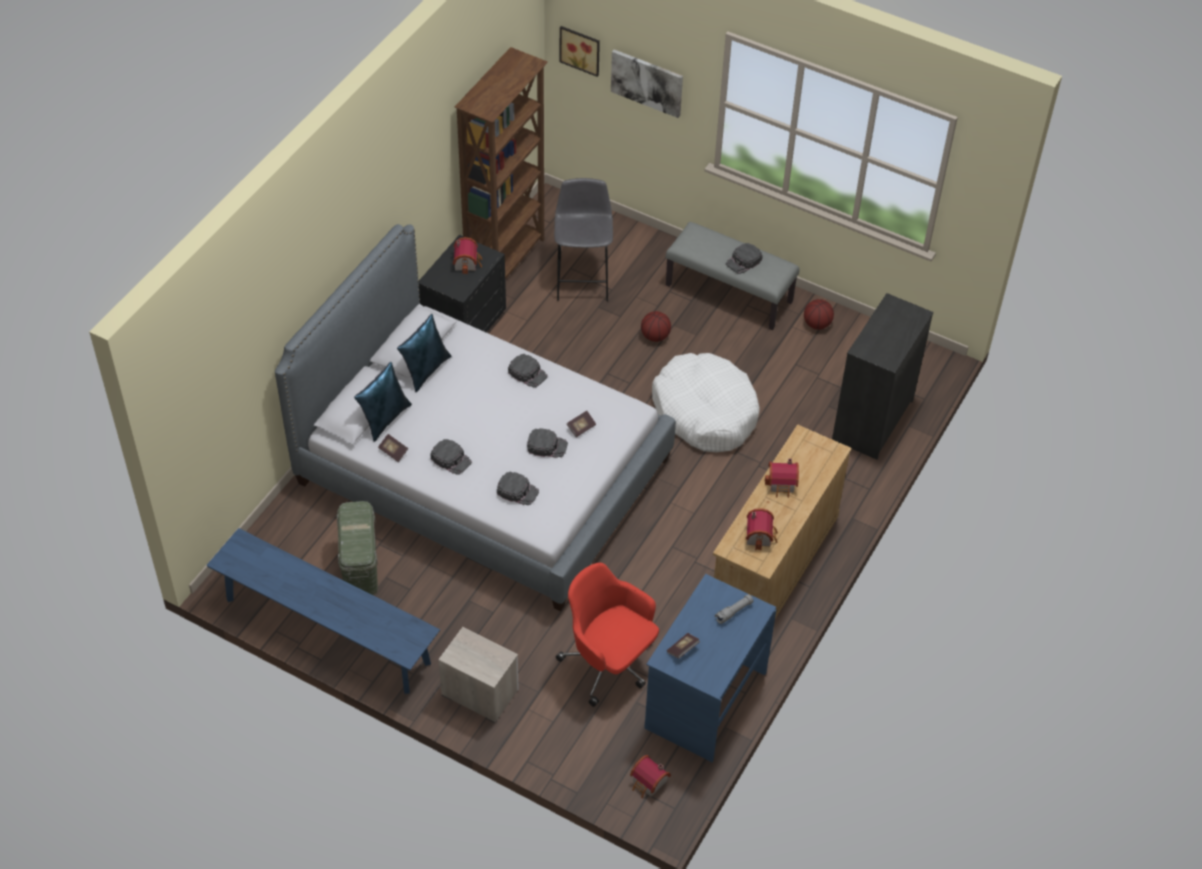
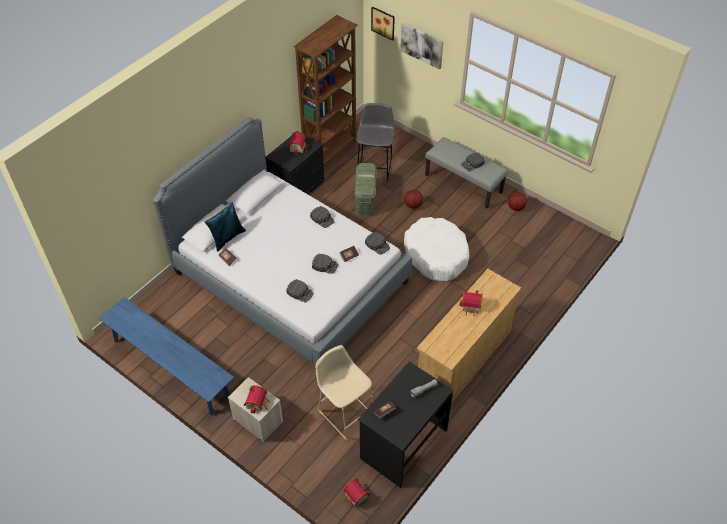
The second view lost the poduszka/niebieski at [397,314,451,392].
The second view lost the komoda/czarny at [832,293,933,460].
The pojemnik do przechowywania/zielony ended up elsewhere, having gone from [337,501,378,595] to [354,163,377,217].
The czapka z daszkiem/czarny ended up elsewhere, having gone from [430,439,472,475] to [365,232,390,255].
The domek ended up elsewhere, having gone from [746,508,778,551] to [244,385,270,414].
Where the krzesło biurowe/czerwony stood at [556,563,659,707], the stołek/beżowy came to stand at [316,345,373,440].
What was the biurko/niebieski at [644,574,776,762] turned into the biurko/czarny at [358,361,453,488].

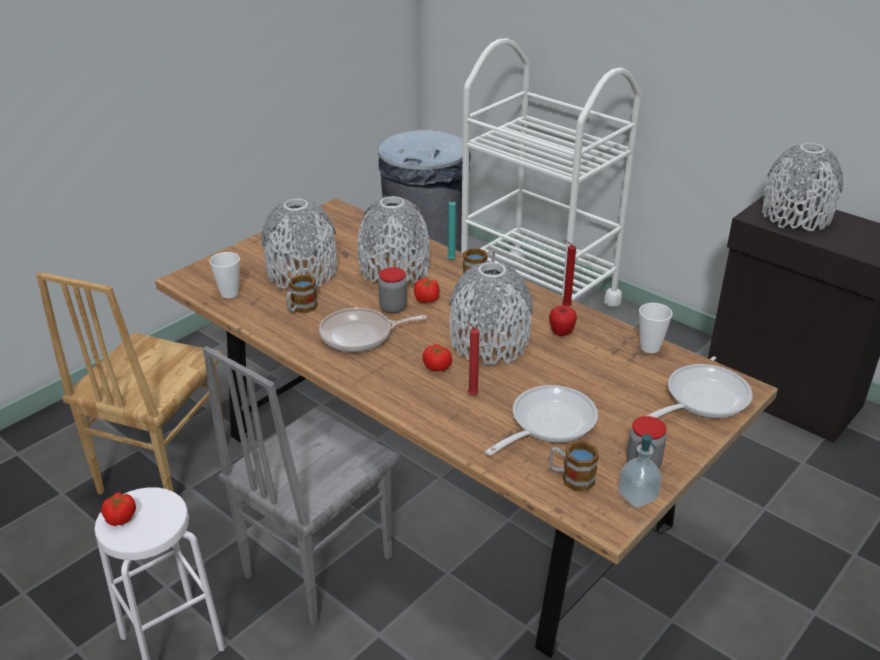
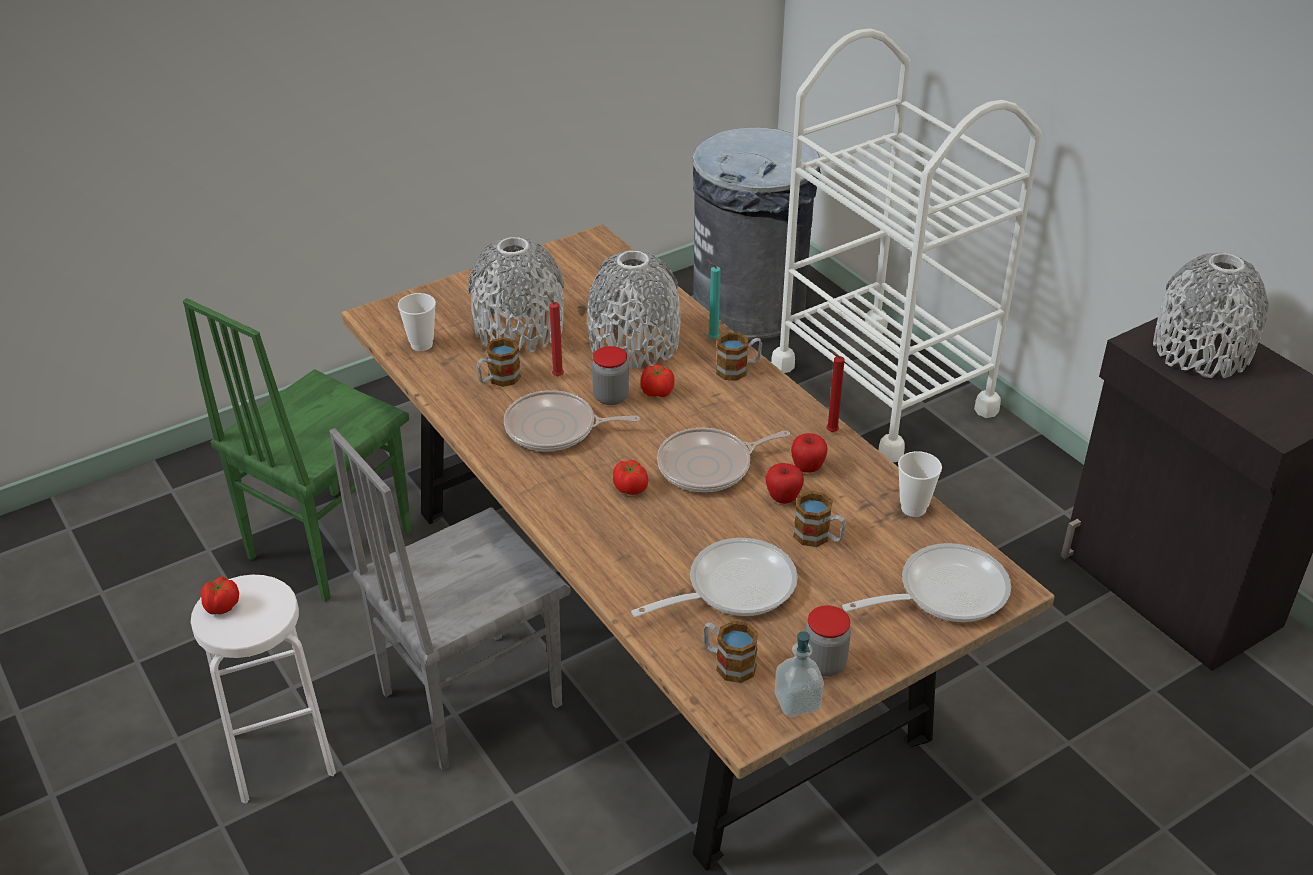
The second view gained the jabłko at [766,463,804,504].
The second view gained the kubek at [793,491,846,547].
The świeca/czerwony ended up elsewhere, having gone from [466,321,479,395] to [546,293,564,376].
Where the wazon/szary stood at [449,262,533,365], the patelnia came to stand at [657,428,790,492].
What was the krzesło/brązowy at [36,272,226,495] turned into the krzesło/zielony at [183,298,412,602].

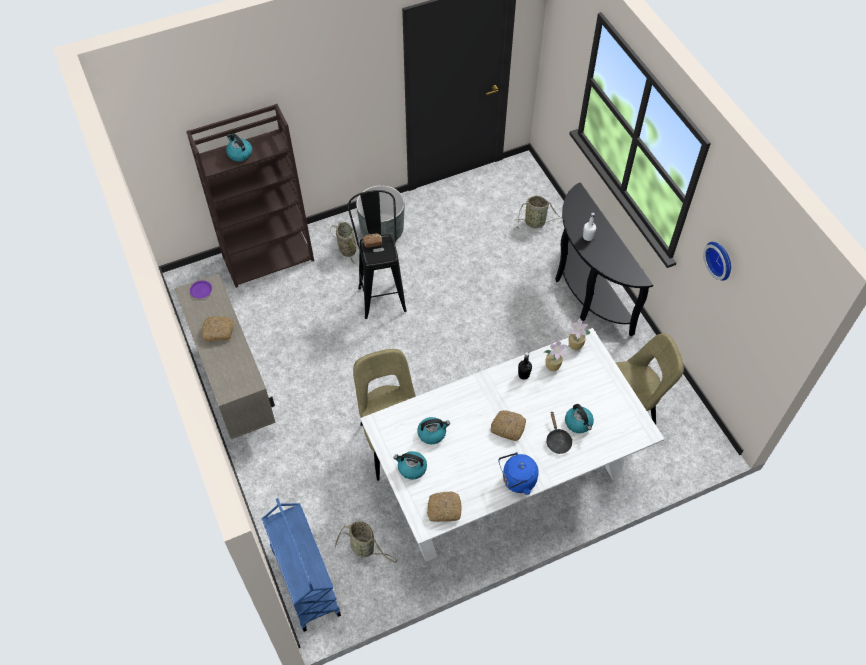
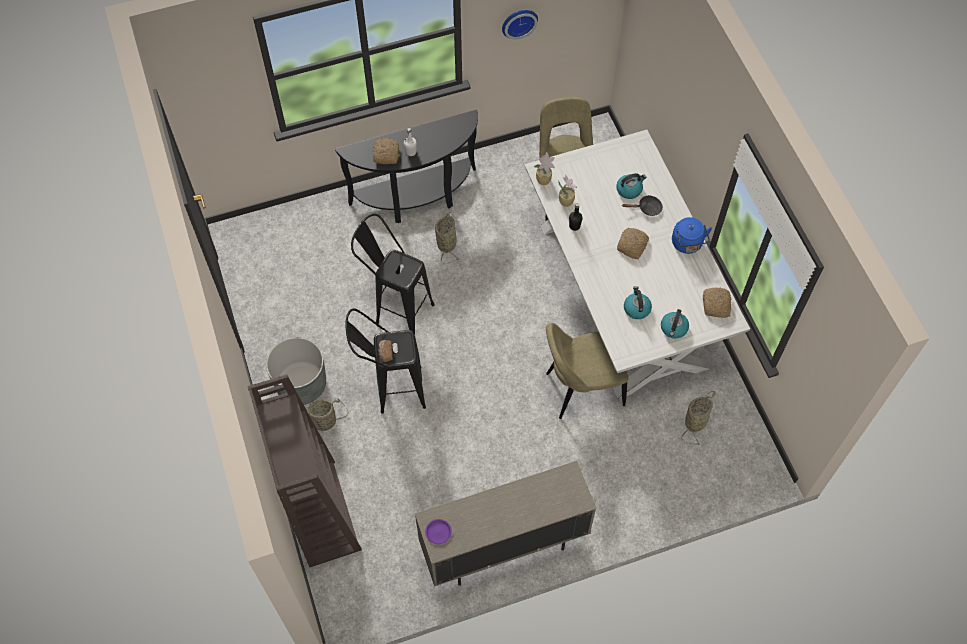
The second view lost the czajnik at [226,134,252,161].
The second view lost the wózek/niebieski at [262,498,341,632].
The second view gained the stołek/czarny at [351,214,435,335].
The chleb ended up elsewhere, having gone from [202,316,234,341] to [373,138,399,164].
The koszyk ended up elsewhere, having gone from [515,196,562,229] to [435,212,460,264].

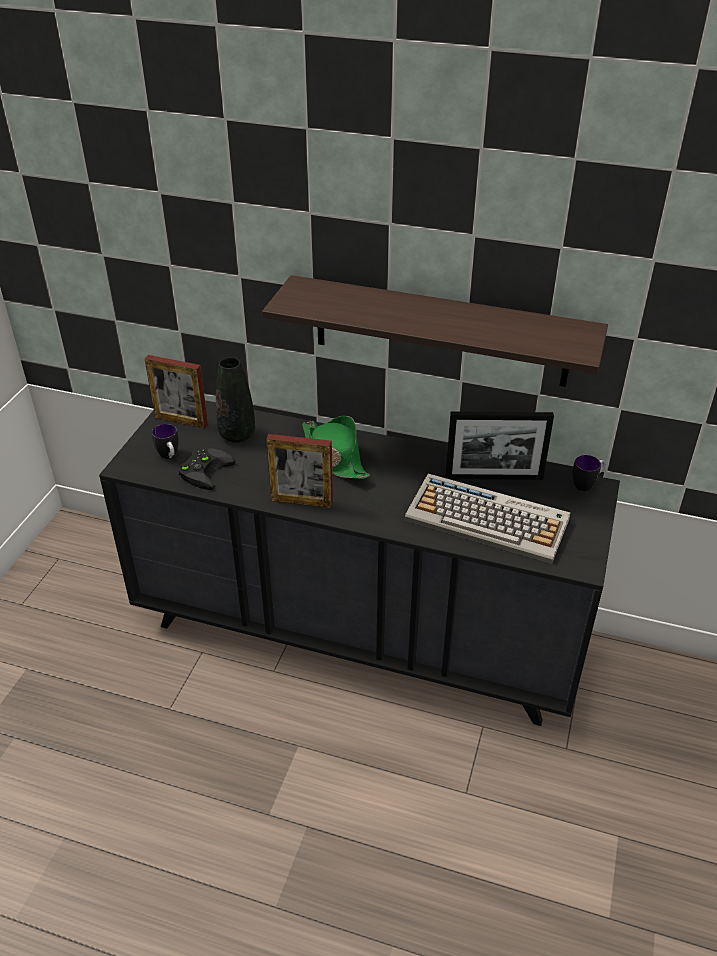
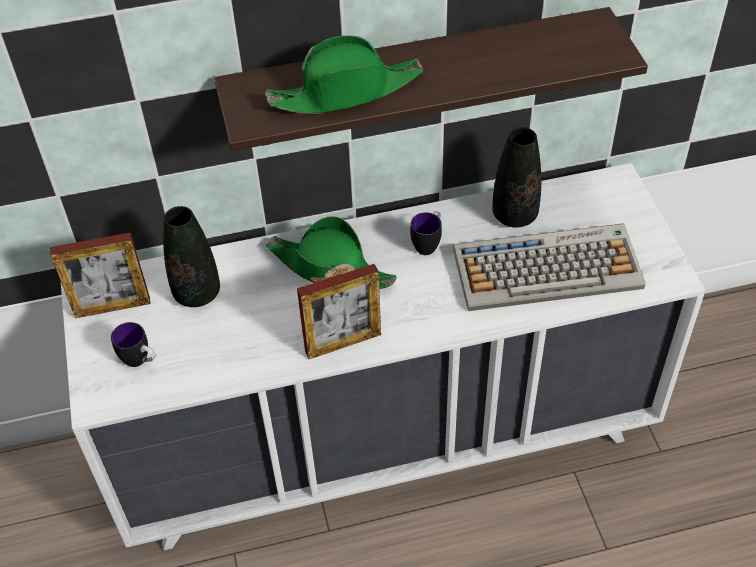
The second view lost the pad do gier/czarny at [178,448,235,490].
The second view gained the kapelusz/zielony at [265,35,424,114].
The kubek ended up elsewhere, having gone from [573,455,606,492] to [410,211,442,255].
Where the ramka na zdjęcie stood at [446,412,554,480], the wazon/czarny came to stand at [492,127,541,228].
What was the komoda/czarny at [99,400,620,726] turned into the komoda/biały at [61,163,706,551].

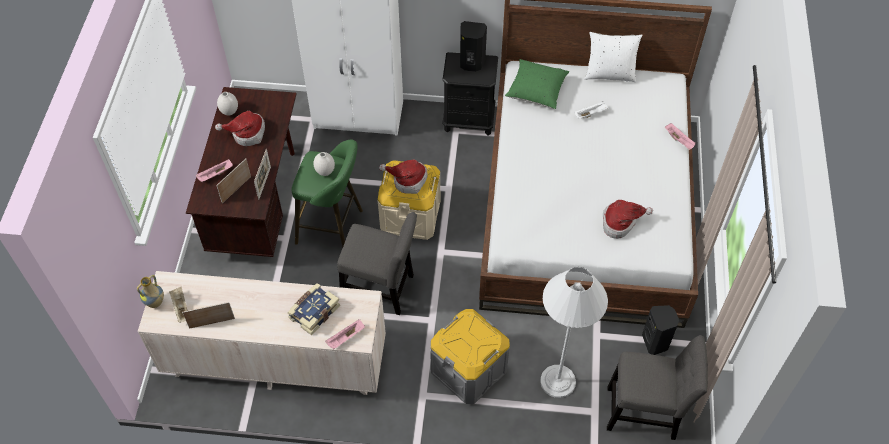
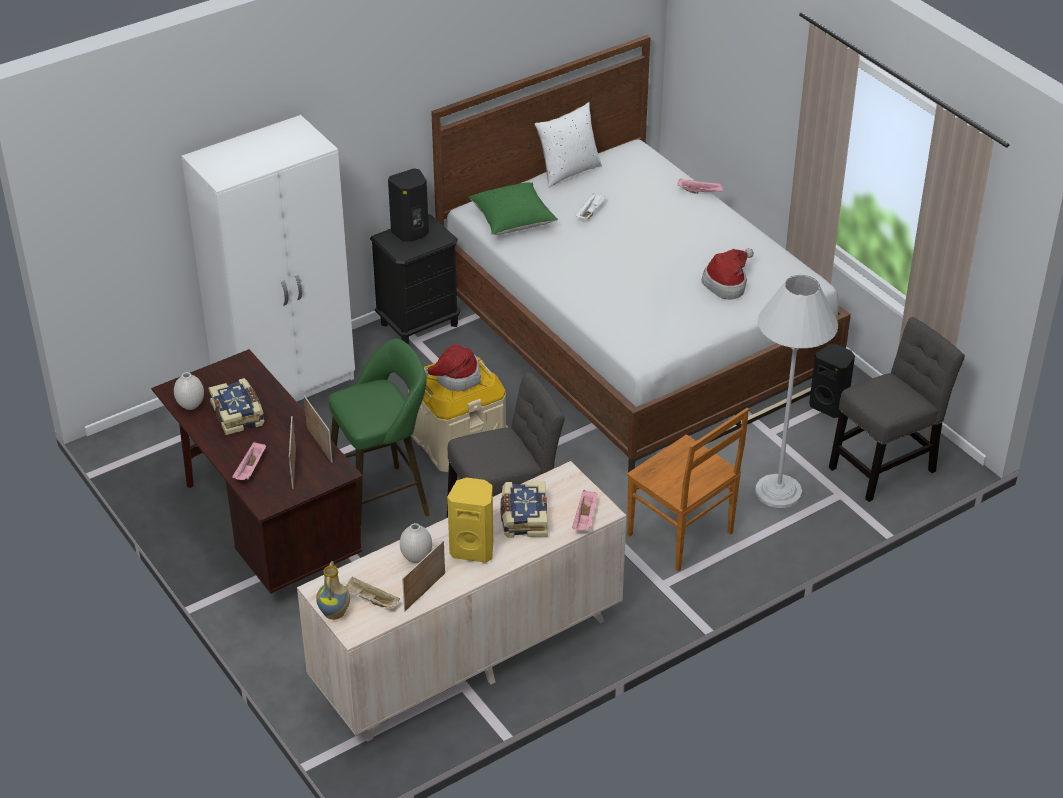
The second view gained the głośnik/żółty at [447,478,493,563].
The wazon/biały ended up elsewhere, having gone from [314,152,335,176] to [400,523,432,563].
Where the kapelusz stood at [215,111,265,146], the książka came to stand at [209,378,264,435].
Where the pojemnik do przechowywania/szary stood at [430,309,510,404], the krzesło/brązowy came to stand at [627,408,749,572].

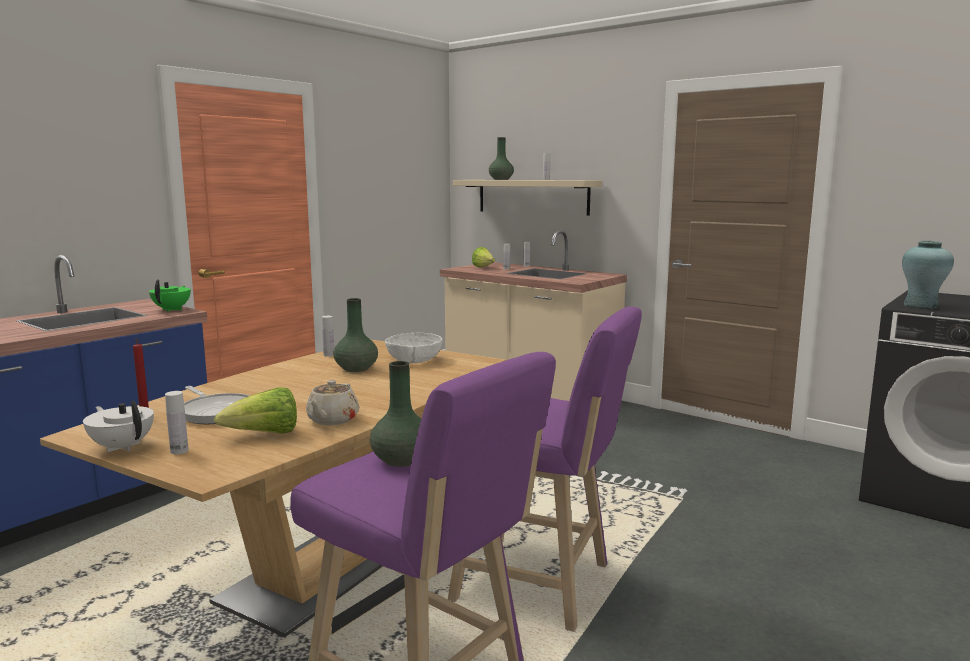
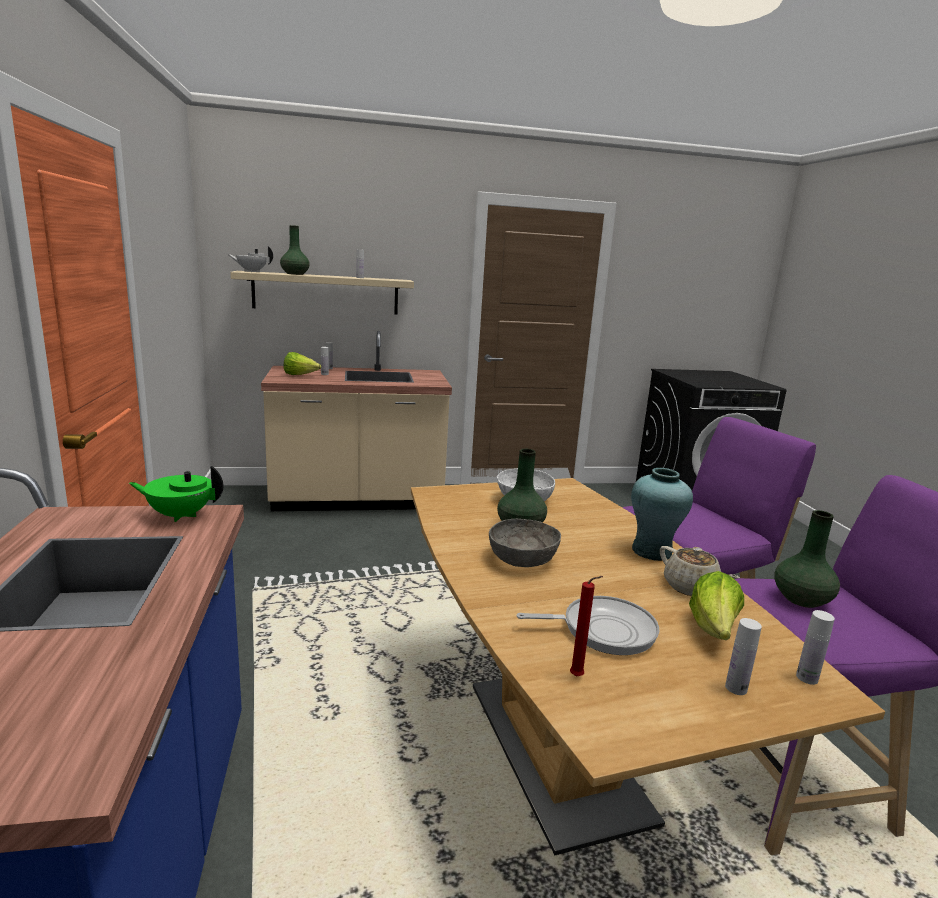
The second view gained the miska/szary at [489,519,561,567].
The imbryk/biały ended up elsewhere, having gone from [83,401,154,452] to [228,246,273,272].
The butelka/biały ended up elsewhere, having gone from [322,316,334,357] to [796,610,835,685].
The wazon/turkusowy ended up elsewhere, having gone from [902,241,954,309] to [631,468,693,561].
The imbryk/zielony at [149,279,191,312] ended up facing another way, 45 degrees counterclockwise from before.

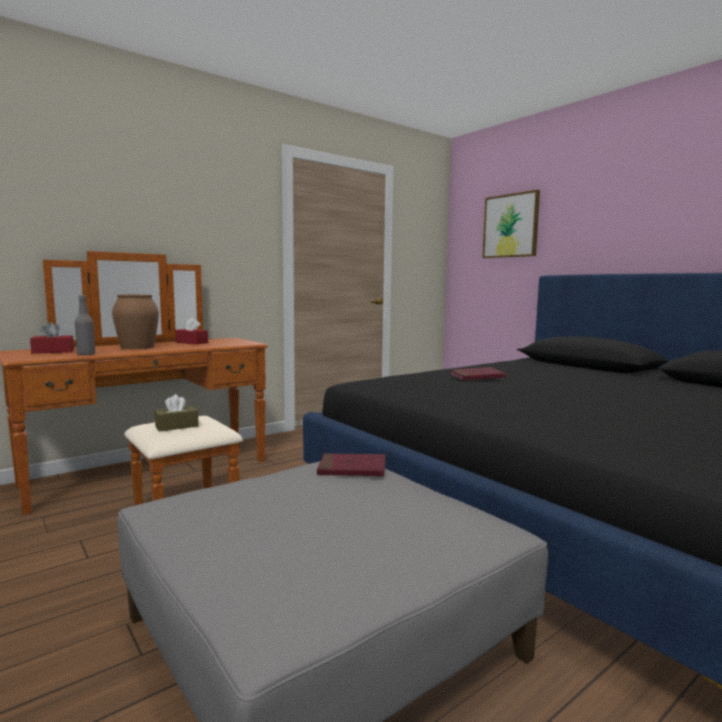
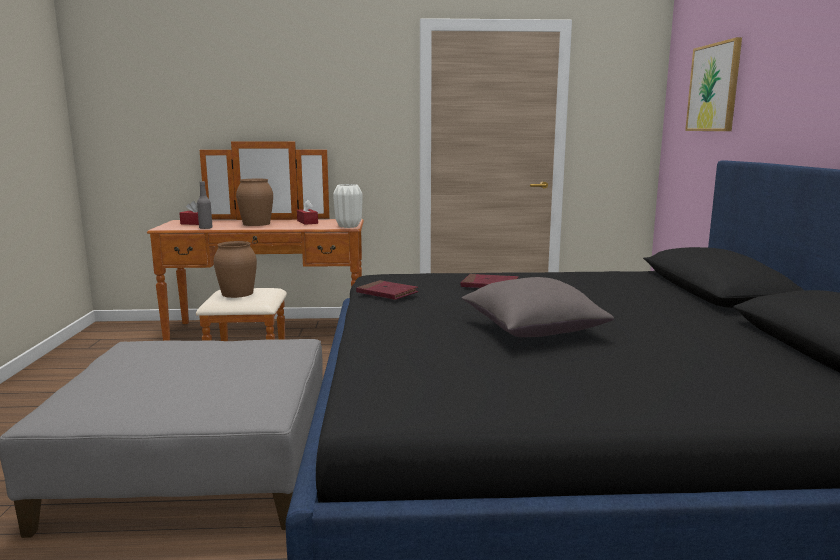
The second view gained the wazon/biały at [333,184,363,228].
The second view gained the poduszka/szary at [462,277,614,337].
The książka/czerwony ended up elsewhere, having gone from [317,453,386,477] to [356,280,418,300].
Where the pudełko chusteczek/brązowy stood at [155,394,199,432], the wazon/brązowy came to stand at [214,241,257,298].

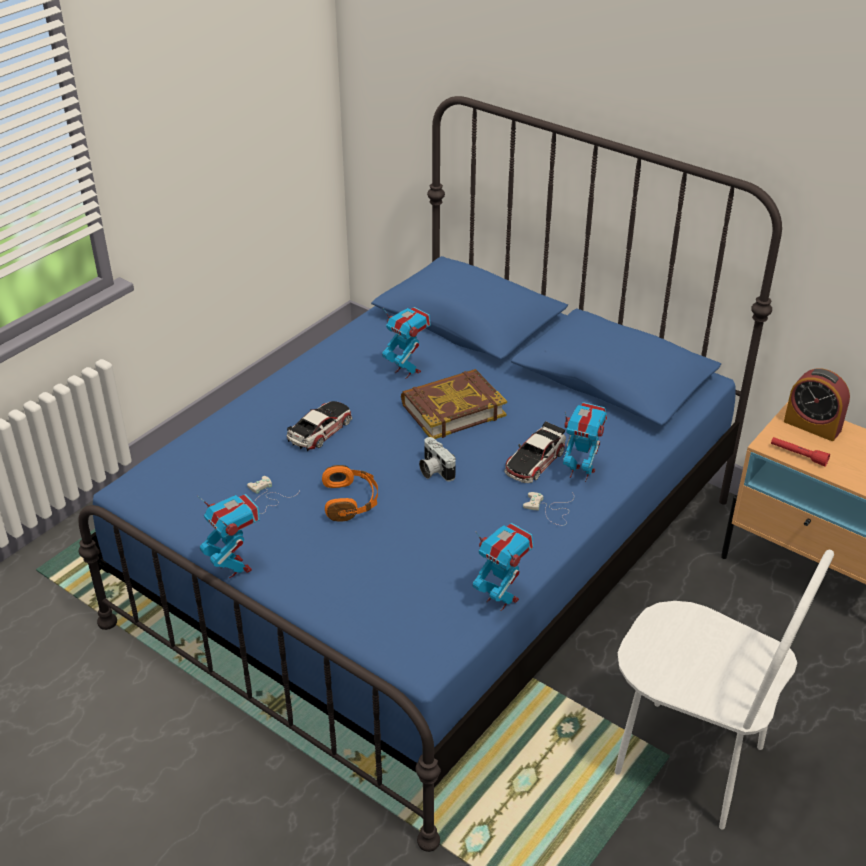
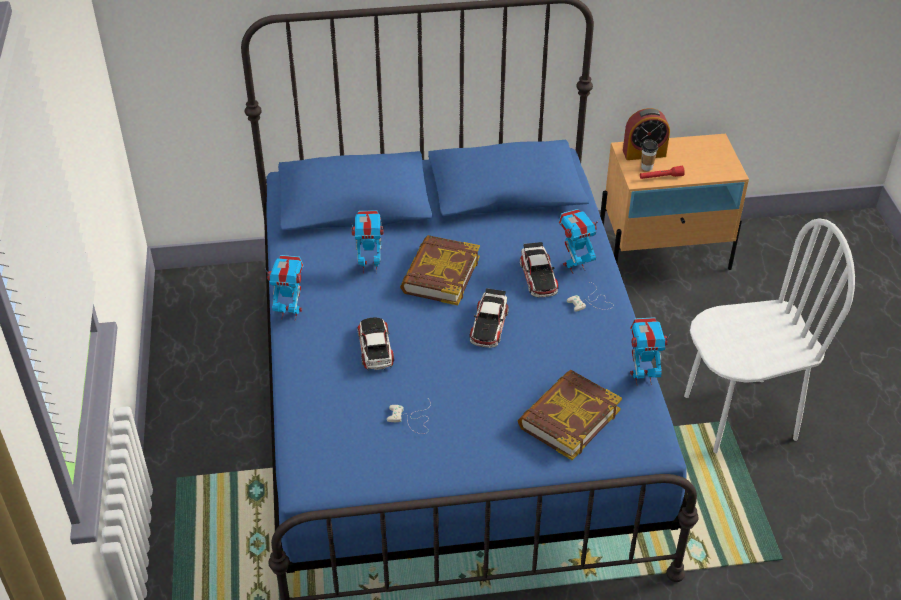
The second view lost the słuchawki/pomarańczowy at [322,465,378,522].
The second view gained the książka at [518,370,622,460].
The second view gained the filiżanka at [641,139,658,171].
The robot zabawkowy ended up elsewhere, having gone from [197,494,259,578] to [265,255,304,321].
Where the aparat fotograficzny stood at [419,437,456,481], the samochodzik came to stand at [469,288,509,348].

